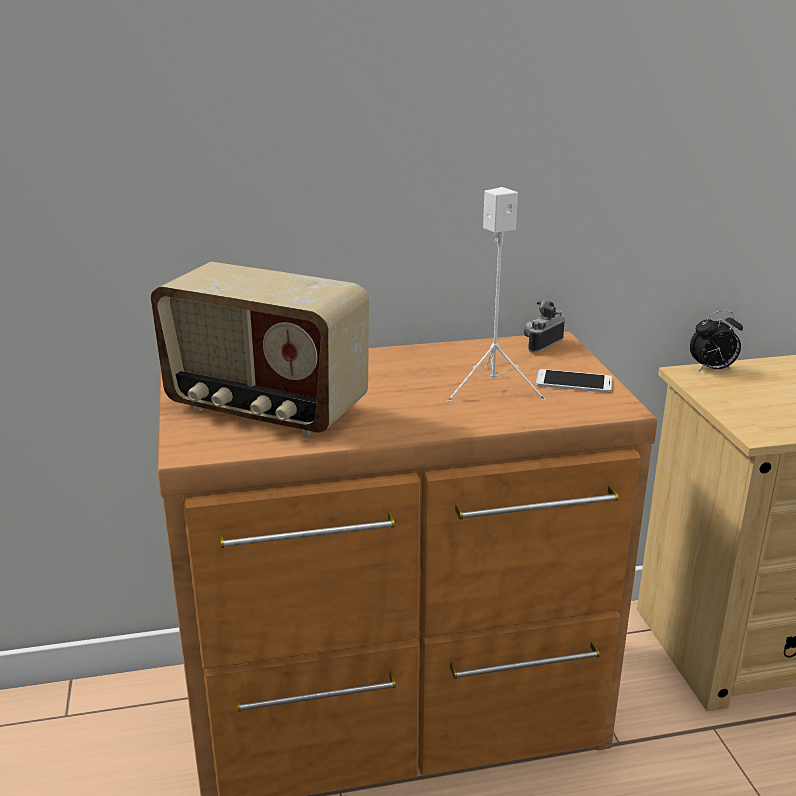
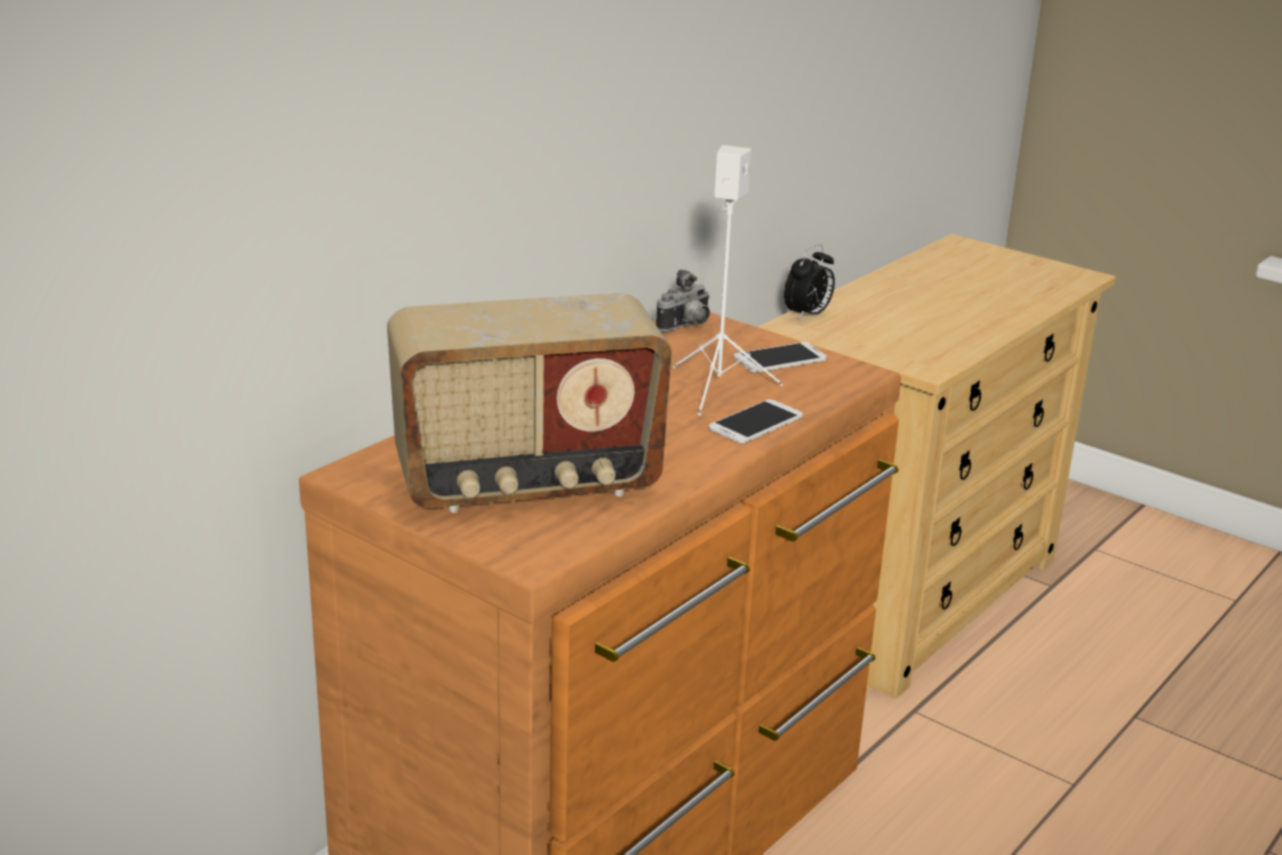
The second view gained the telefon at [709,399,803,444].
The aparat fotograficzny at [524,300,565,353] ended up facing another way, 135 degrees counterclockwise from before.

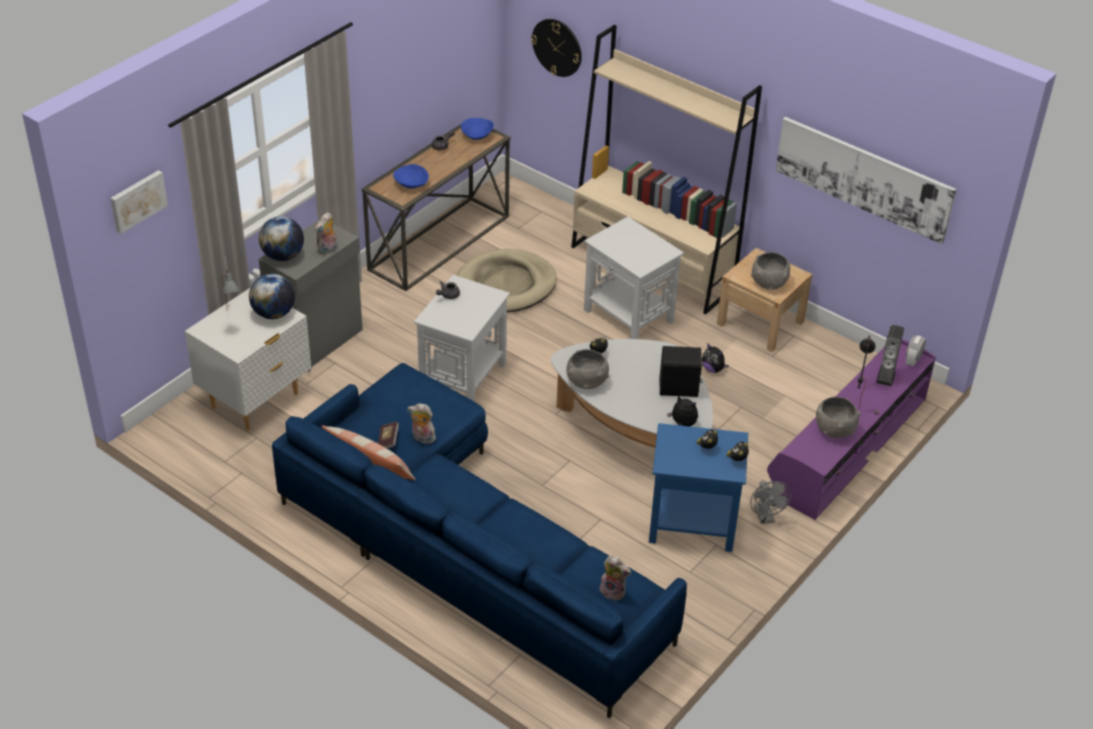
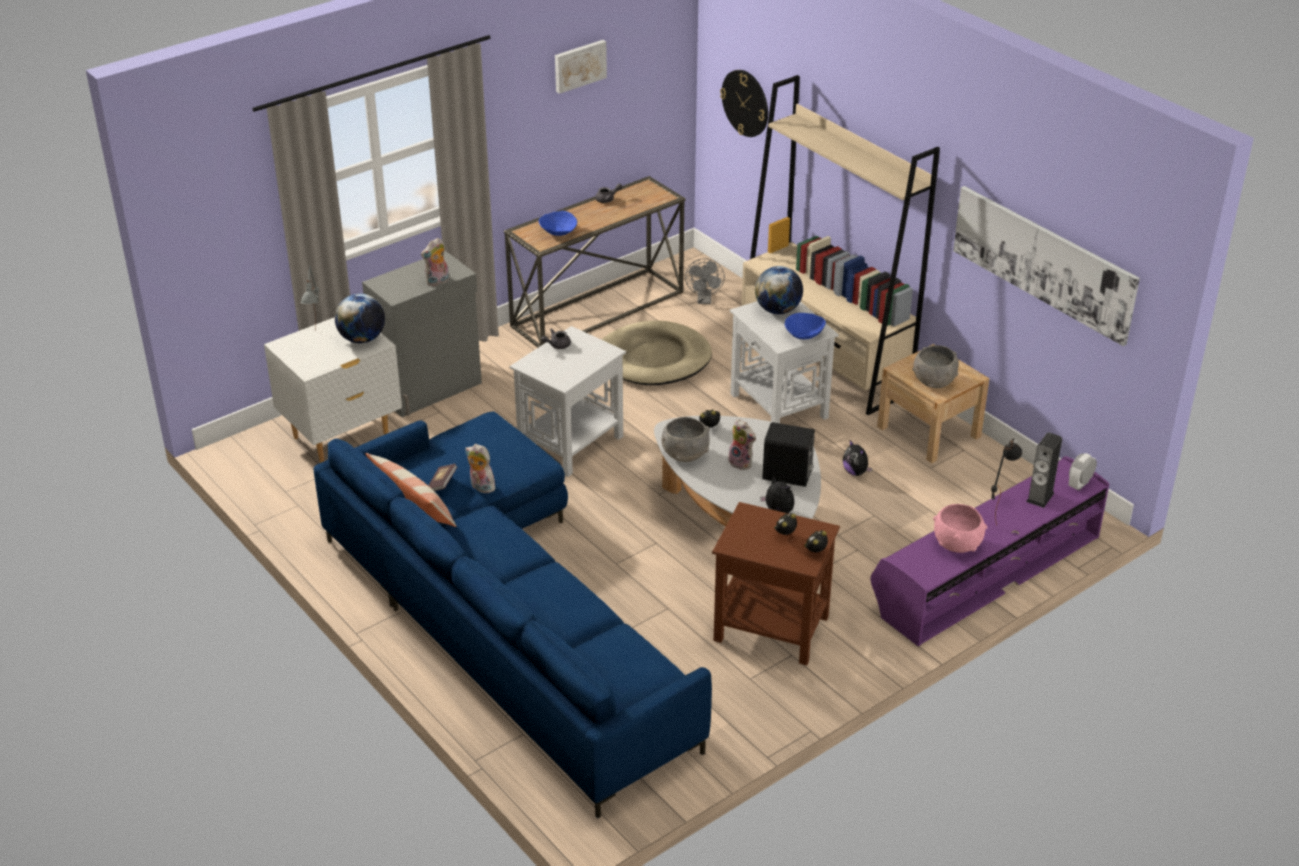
The obraz ended up elsewhere, having gone from [111,170,168,234] to [555,40,607,94].
The globus ended up elsewhere, having gone from [259,216,304,261] to [755,266,803,314].
The miska/niebieski ended up elsewhere, having gone from [461,118,494,140] to [785,313,826,340].
The pluszak ended up elsewhere, having gone from [600,556,631,601] to [728,419,756,470].
The wentylator/szary ended up elsewhere, having gone from [750,480,792,524] to [685,258,725,304].
What was the stolik/niebieski at [649,423,748,552] turned into the stolik/brązowy at [712,502,840,665].
What was the miska/szary at [816,396,861,438] turned into the miska/różowy at [933,504,987,553].

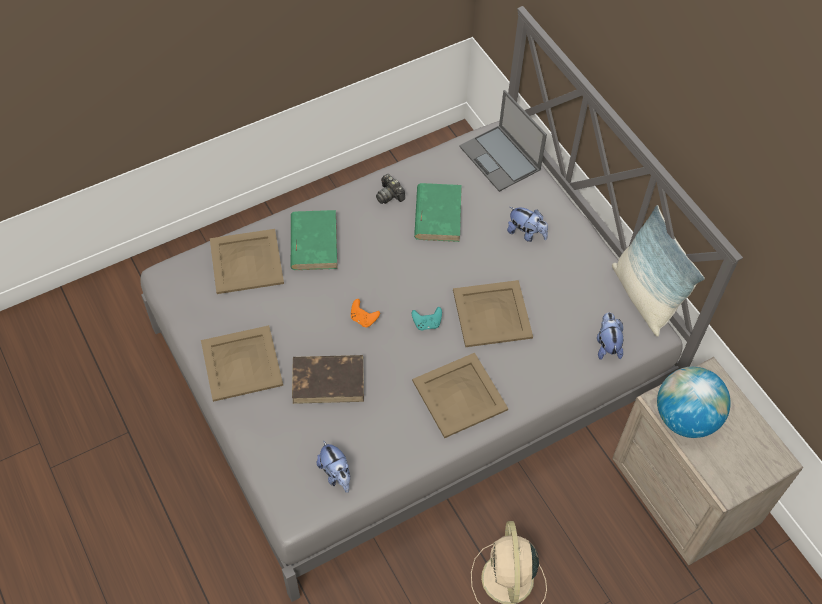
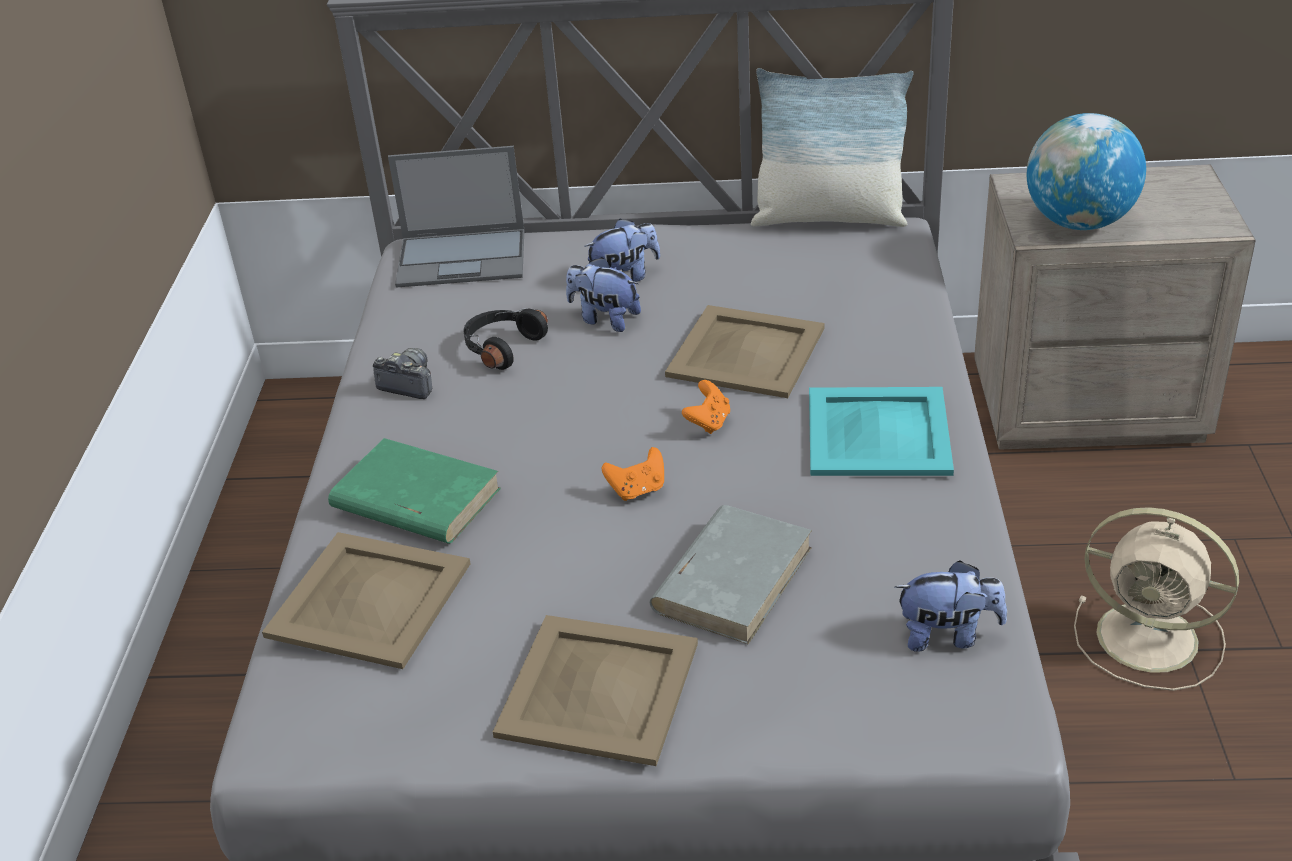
The pluszak ended up elsewhere, having gone from [597,312,623,360] to [566,257,641,332].
Where the książka/zielony stood at [414,183,462,242], the słuchawki/czarny came to stand at [463,308,548,370].
What was the książka/brązowy at [292,355,364,404] turned into the książka/szary at [649,505,812,644].
What was the pad do gier/turkusowy at [412,307,442,330] turned into the pad do gier/pomarańczowy at [682,380,730,434].
What was the taca/beżowy at [412,353,508,438] turned into the taca/turkusowy at [809,387,954,476].
The aparat fotograficzny at [376,174,405,204] ended up facing another way, 150 degrees counterclockwise from before.

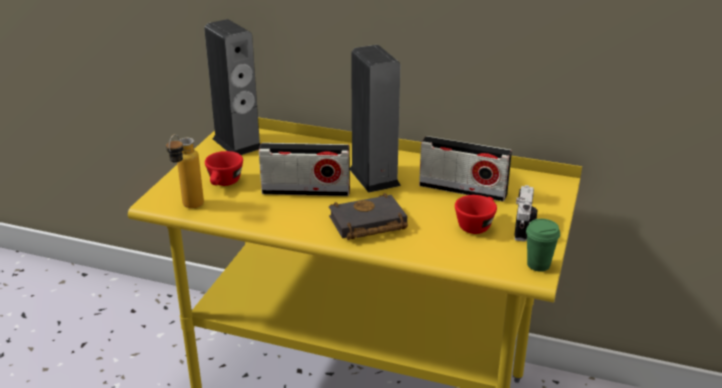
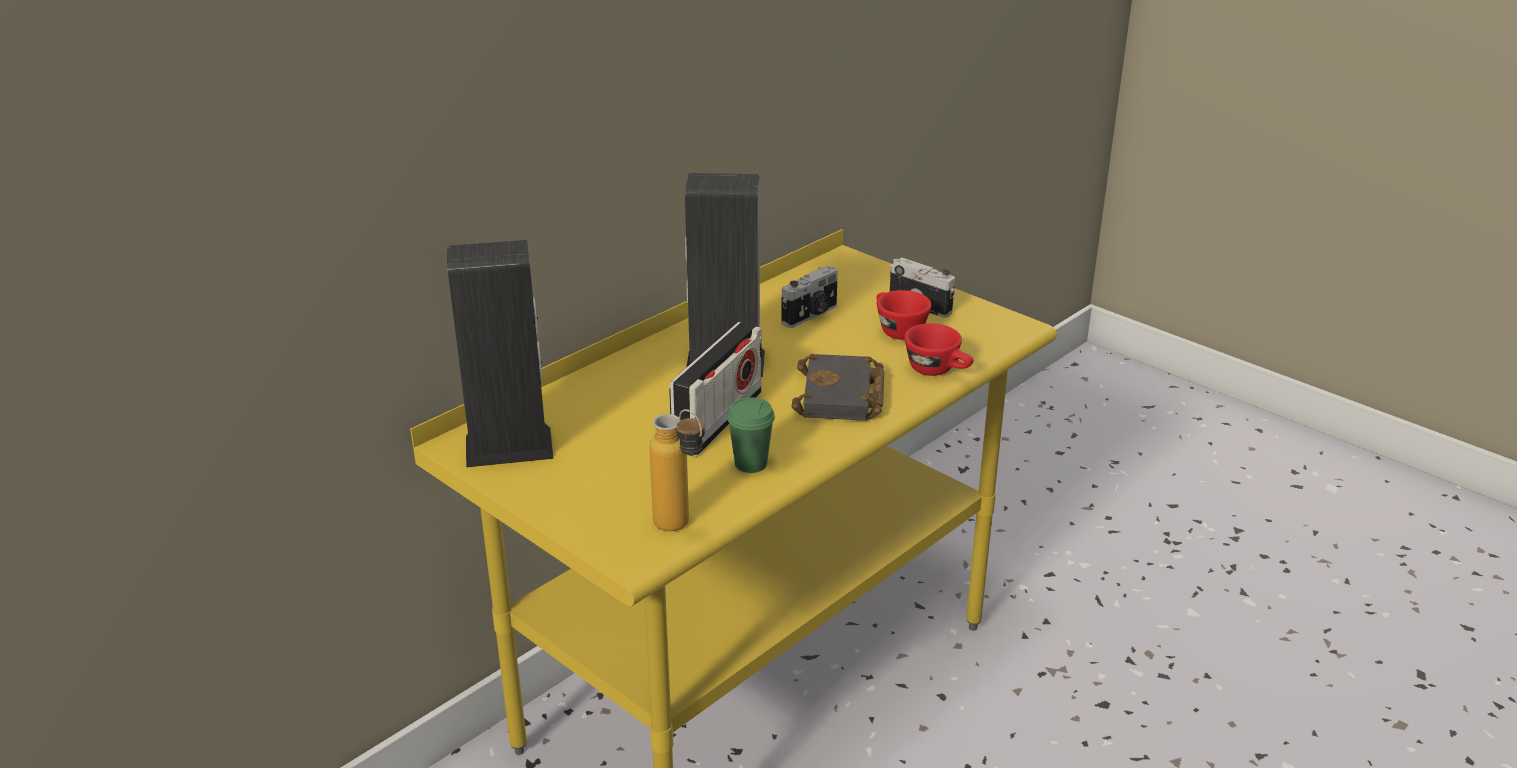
The filiżanka/czerwony ended up elsewhere, having gone from [205,151,243,186] to [904,323,973,376].
The filiżanka/zielony ended up elsewhere, having gone from [526,219,560,272] to [727,397,775,473].
Where the radio stood at [419,136,512,202], the aparat fotograficzny came to stand at [781,265,838,328].

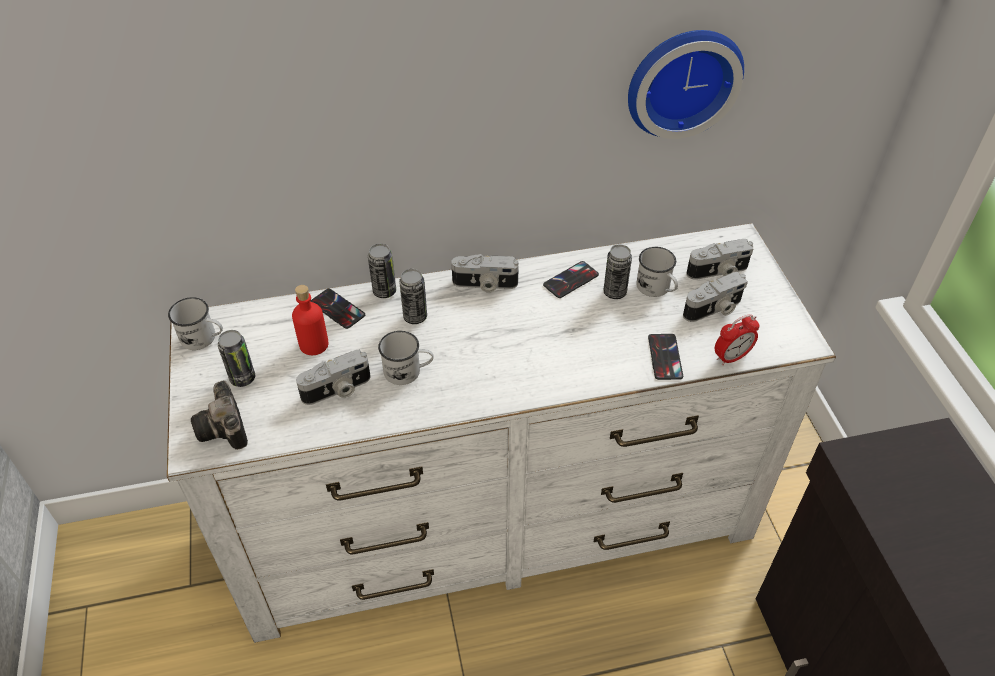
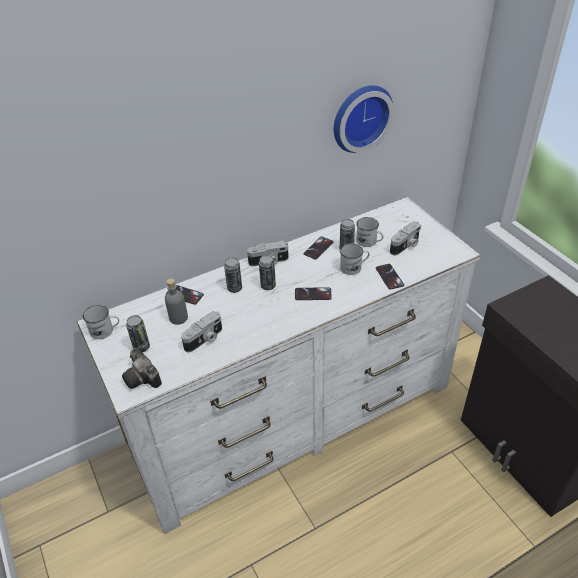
The second view lost the aparat fotograficzny at [686,239,753,280].
The second view lost the budzik at [715,314,760,366].
The second view gained the telefon at [295,287,332,300].
The puszka ended up elsewhere, having gone from [368,244,396,298] to [259,255,276,290].
The kubek/biały ended up elsewhere, having gone from [378,331,433,385] to [340,243,370,275].
What was the butelka/czerwony at [292,285,329,355] turned into the butelka/szary at [165,278,188,325].

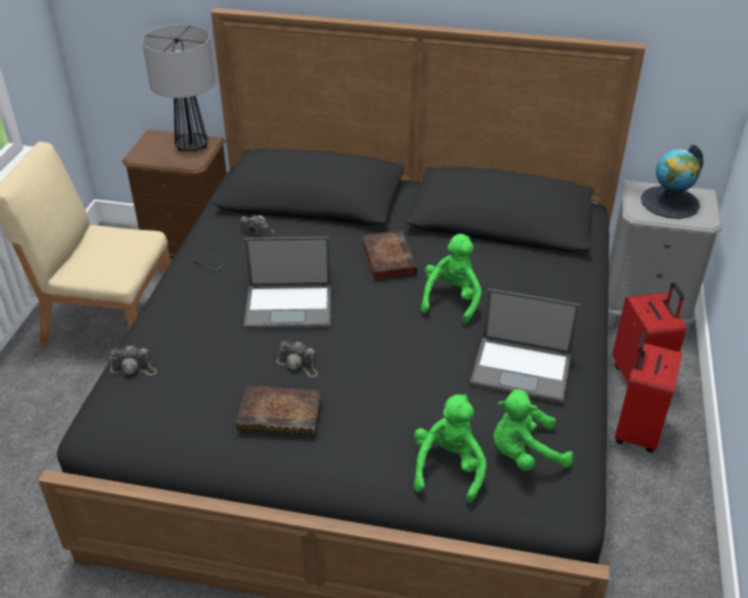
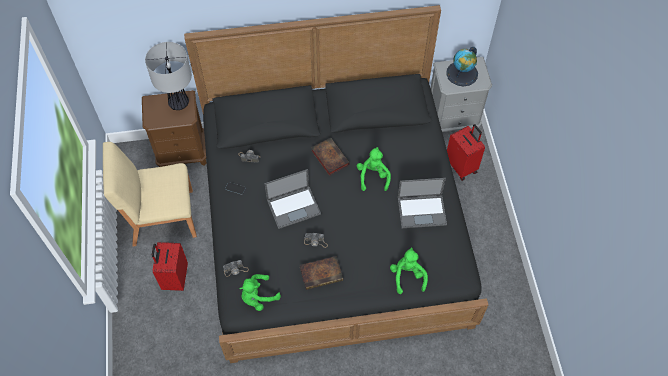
The pluszak/zielony ended up elsewhere, having gone from [494,389,573,471] to [239,274,281,311].
The walizka/czerwony ended up elsewhere, having gone from [615,332,682,453] to [152,242,188,291].

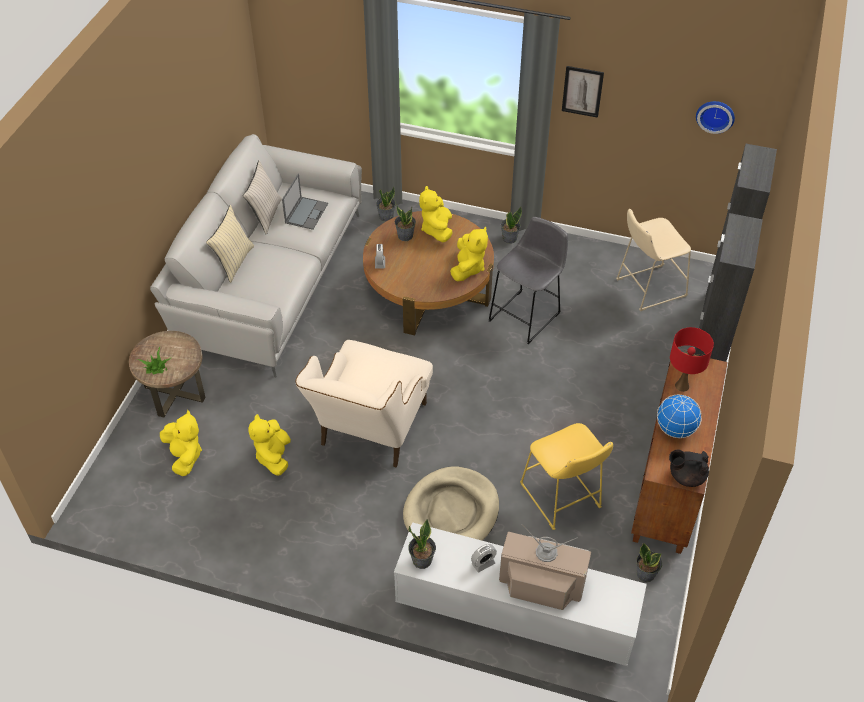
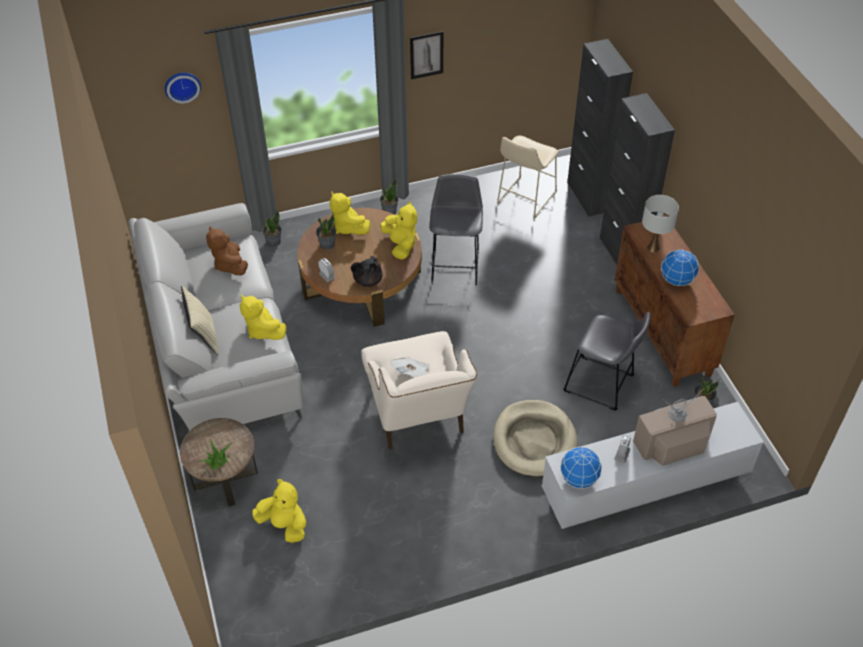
The second view lost the poduszka/beżowy at [243,160,282,234].
The second view gained the gazeta at [390,357,430,378].
The pluszak/żółty ended up elsewhere, having gone from [248,414,291,476] to [240,295,286,340].
The imbryk/czarny ended up elsewhere, having gone from [669,450,709,487] to [351,256,383,287].
The zegar ścienny ended up elsewhere, having gone from [696,101,735,134] to [165,72,201,103].
Where the laptop stood at [282,174,328,230], the pluszak/brązowy came to stand at [206,226,248,276].
Where the roślina doniczkowa stood at [408,519,436,569], the globus came to stand at [560,447,602,489].
What was the stołek/żółty at [520,423,613,530] turned into the stołek/szary at [563,312,651,411].
What was the lampa stołowa/czerwony at [670,327,714,392] turned into the lampa stołowa/biały at [642,195,679,252].

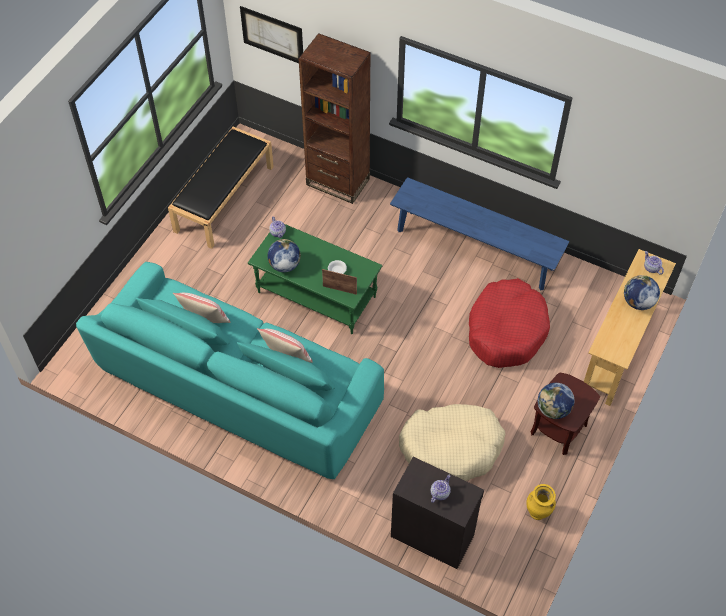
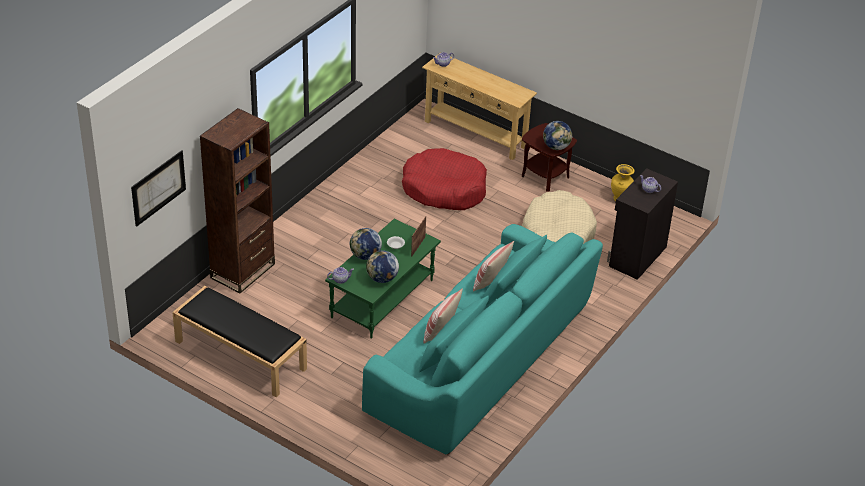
The second view lost the ławka/niebieski at [390,177,570,291].
The globus ended up elsewhere, having gone from [624,275,660,310] to [350,228,382,260].

